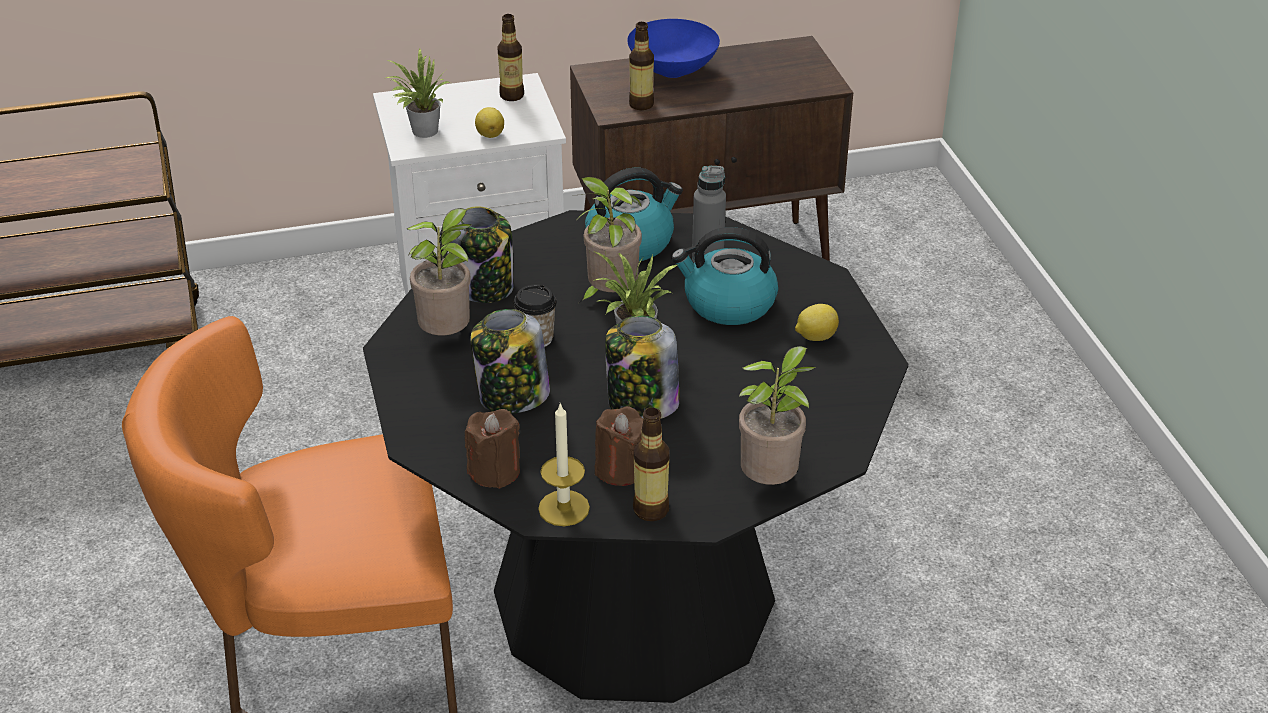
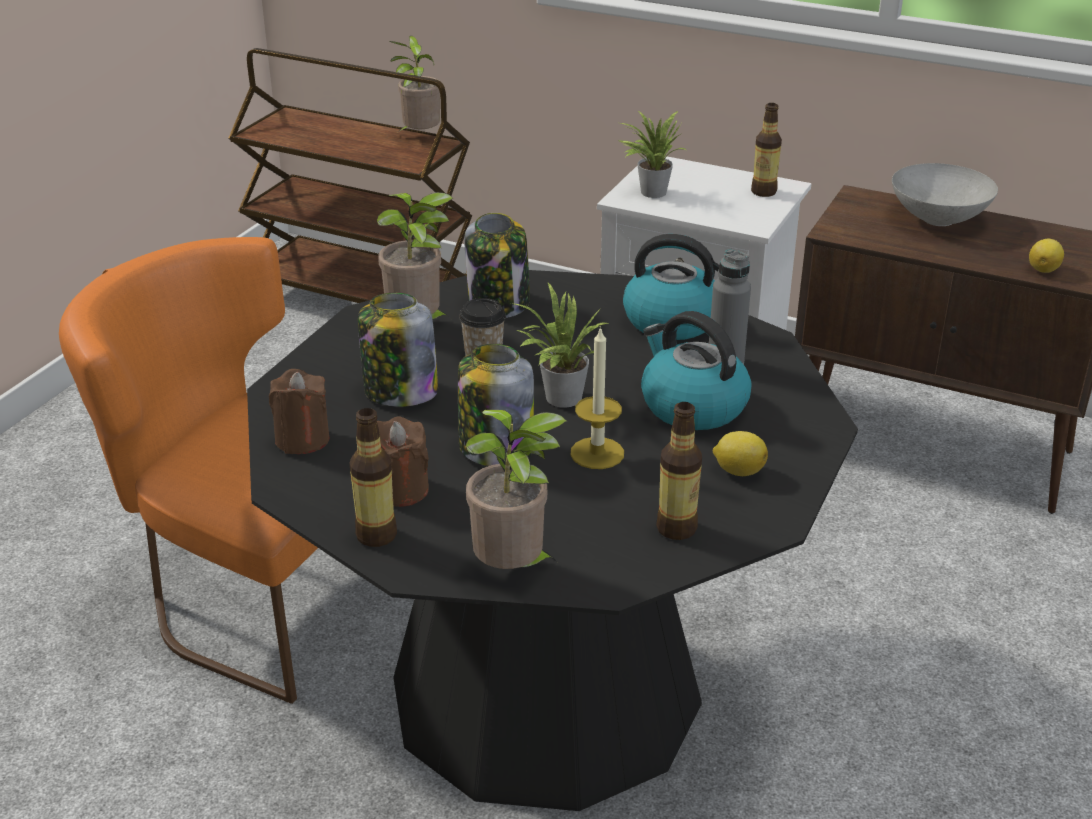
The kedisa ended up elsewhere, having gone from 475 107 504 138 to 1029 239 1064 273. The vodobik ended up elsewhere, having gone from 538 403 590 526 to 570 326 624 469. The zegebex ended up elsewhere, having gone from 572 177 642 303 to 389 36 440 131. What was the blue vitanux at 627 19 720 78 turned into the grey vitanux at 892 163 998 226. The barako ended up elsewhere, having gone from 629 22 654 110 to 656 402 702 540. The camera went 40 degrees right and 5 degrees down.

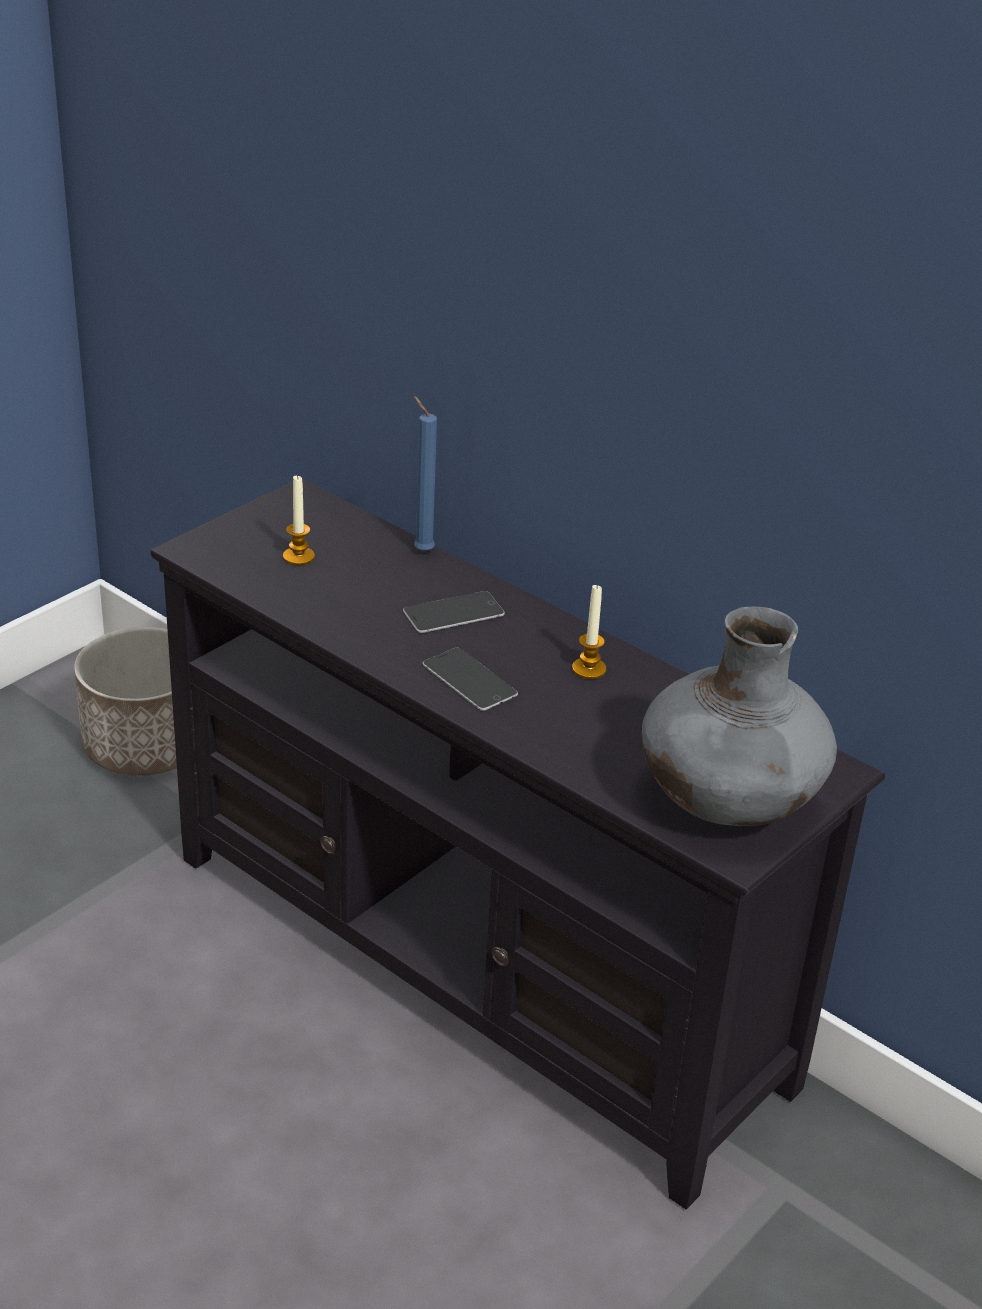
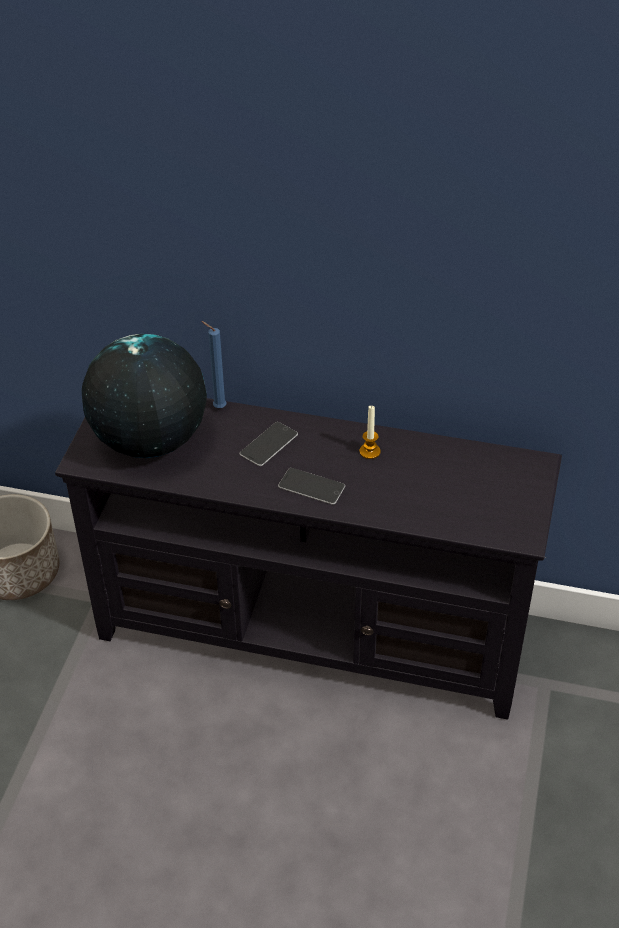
Where the vodobik stood at 283 475 315 565, the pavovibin came to stand at 82 334 207 458. The second view lost the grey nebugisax at 642 606 837 826. The camera went 25 degrees left and 10 degrees up.

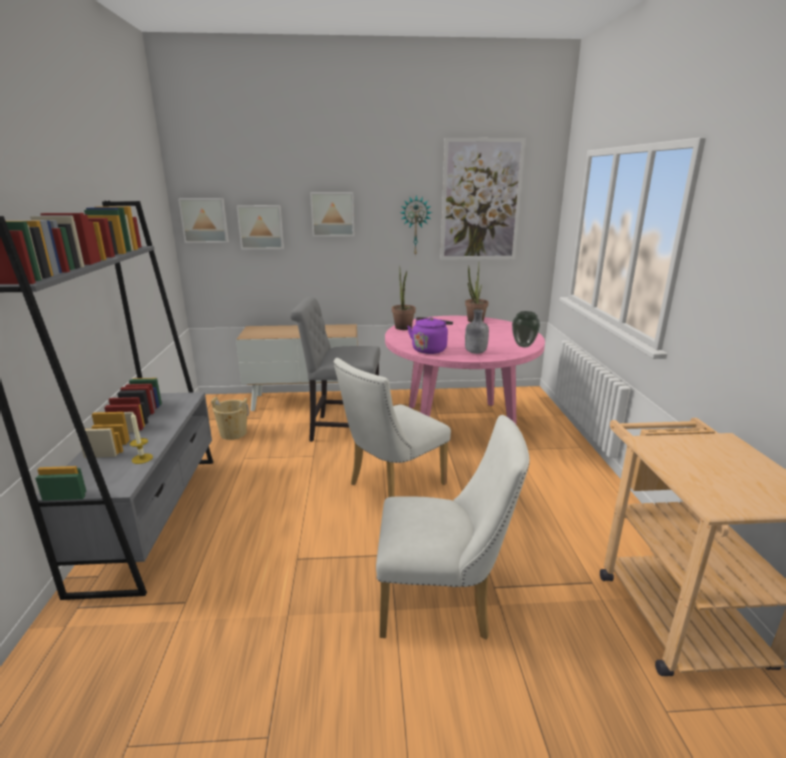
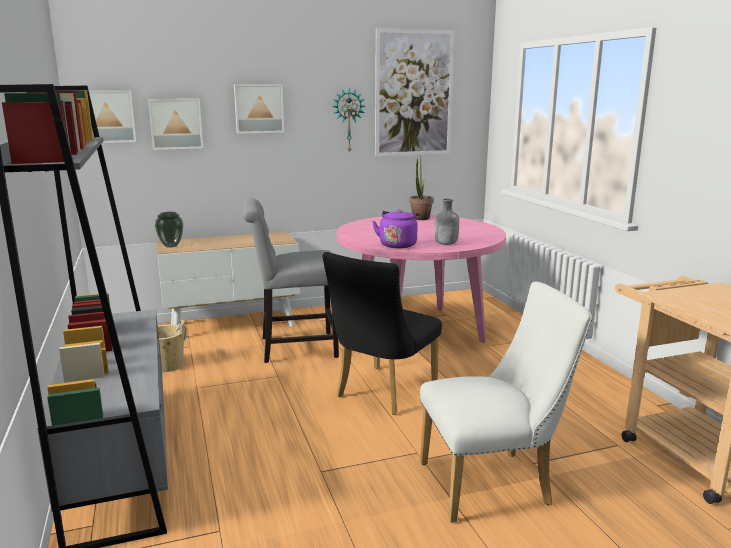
The second view lost the vodobik at 130 411 153 464. What was the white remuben at 333 358 451 497 turned into the black remuben at 323 252 442 415. The second view lost the zegebex at 392 266 416 330. The nebugisax ended up elsewhere, having gone from 512 311 540 347 to 155 212 183 248. The camera went 15 degrees left and 5 degrees down.

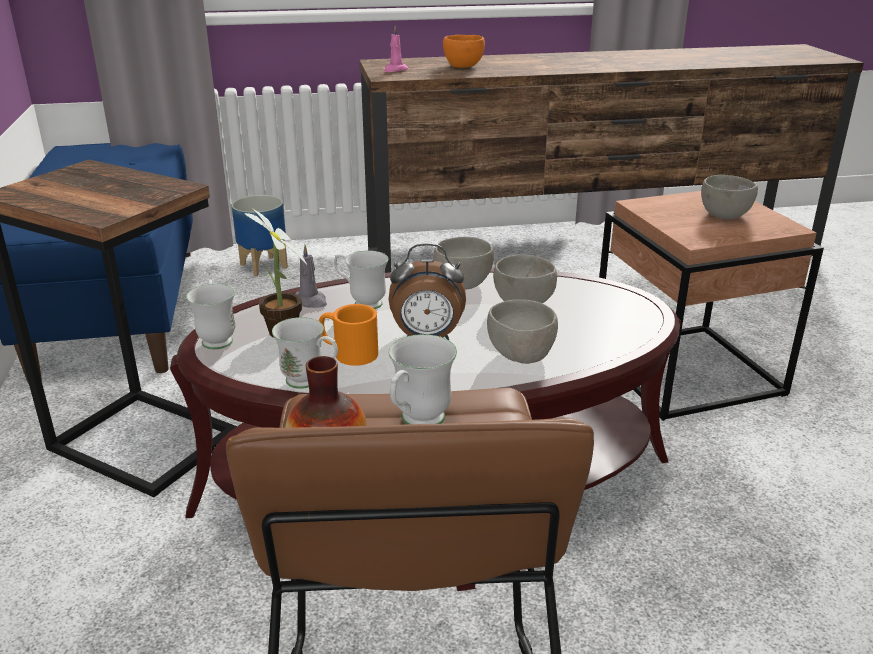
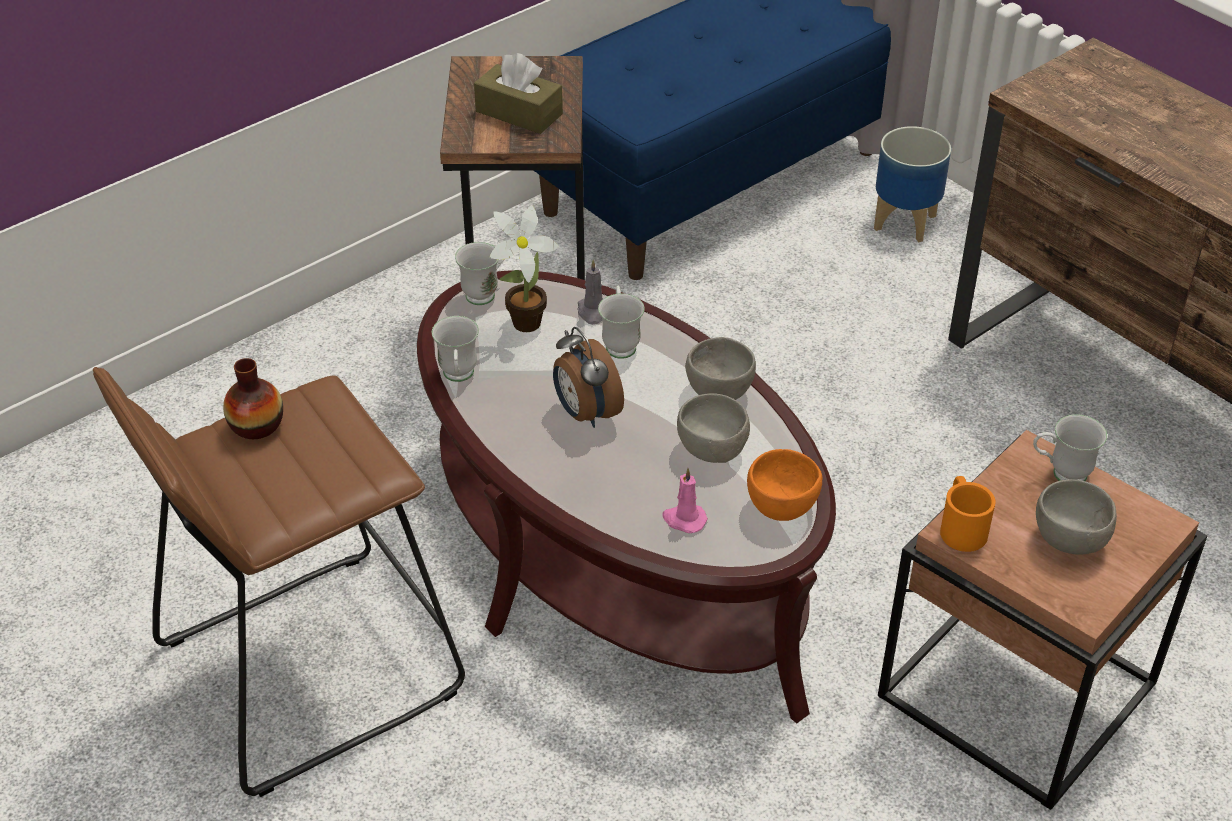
The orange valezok ended up elsewhere, having gone from 319 304 378 366 to 940 476 996 552. The pink vodobik ended up elsewhere, having gone from 384 26 408 72 to 663 468 708 533. The white valezok ended up elsewhere, having gone from 389 334 457 424 to 1033 414 1107 481. The orange vitanux ended up elsewhere, having gone from 443 35 485 68 to 747 449 822 521. The second view lost the grey vitanux at 487 299 558 364. The second view gained the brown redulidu at 474 53 563 134. The camera went 60 degrees right and 15 degrees up.

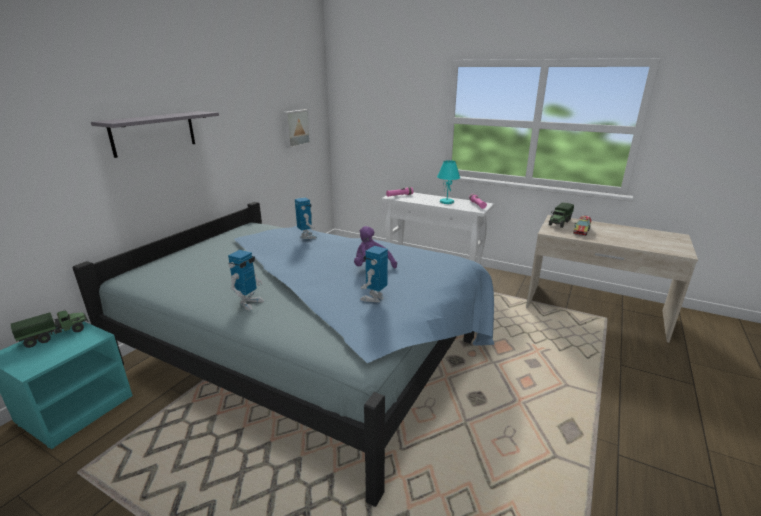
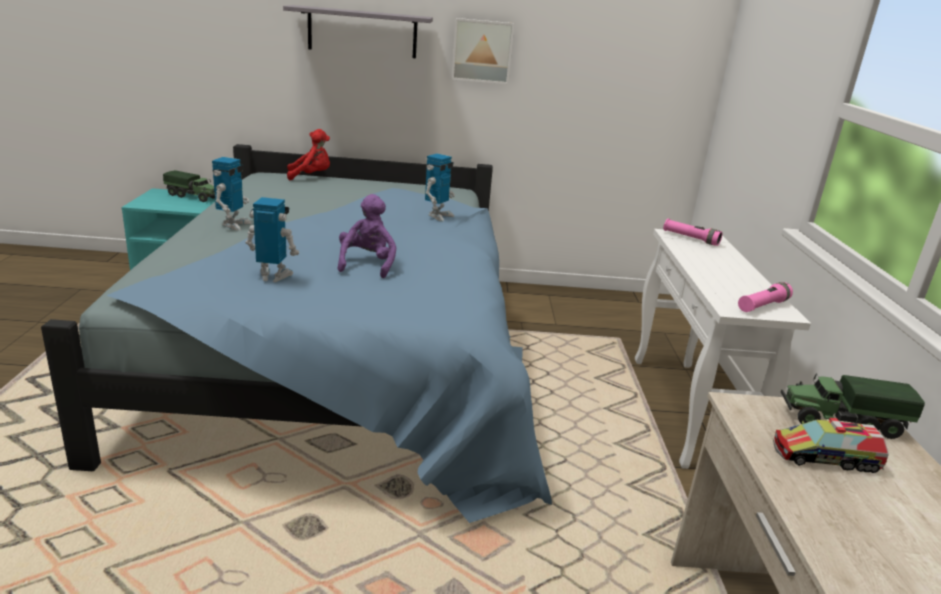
The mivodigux at 228 250 265 311 ended up facing another way, 75 degrees counterclockwise from before. The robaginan ended up elsewhere, having gone from 283 109 311 148 to 451 18 515 84. The second view lost the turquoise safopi at 437 160 460 204. The second view gained the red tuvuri at 287 129 330 180. The camera went 60 degrees right and 0 degrees up.

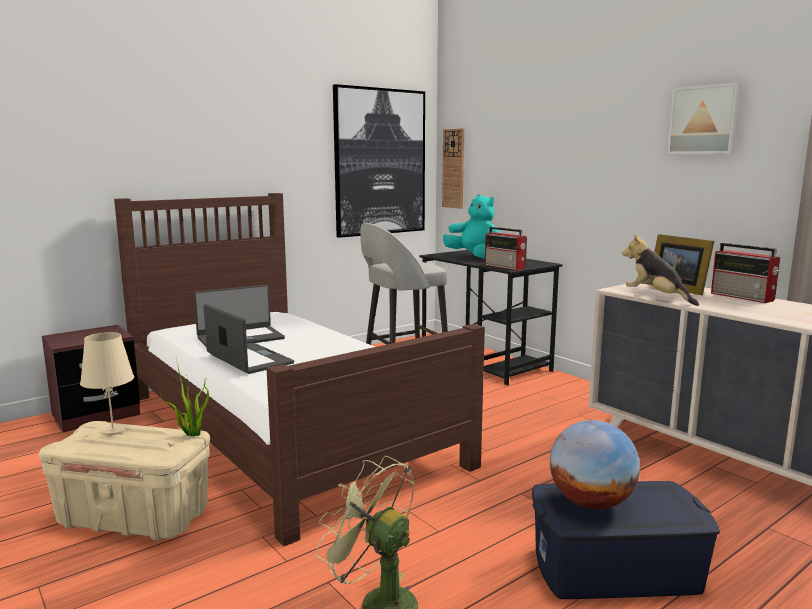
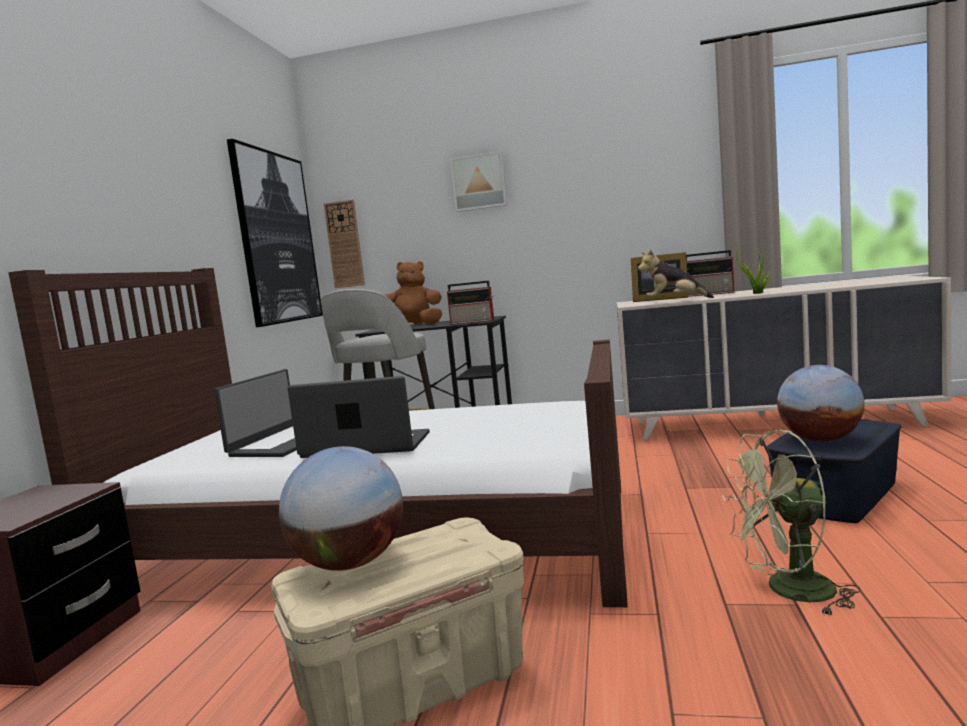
Where the beige safopi stood at 80 332 134 435, the pavovibin came to stand at 279 446 403 571. The zegebex ended up elsewhere, having gone from 160 359 209 437 to 735 244 770 294. What was the turquoise tuvuri at 443 194 499 259 turned into the brown tuvuri at 384 261 442 324. The robaginan ended up elsewhere, having gone from 667 82 742 154 to 450 151 507 212. The camera went 40 degrees left and 5 degrees down.

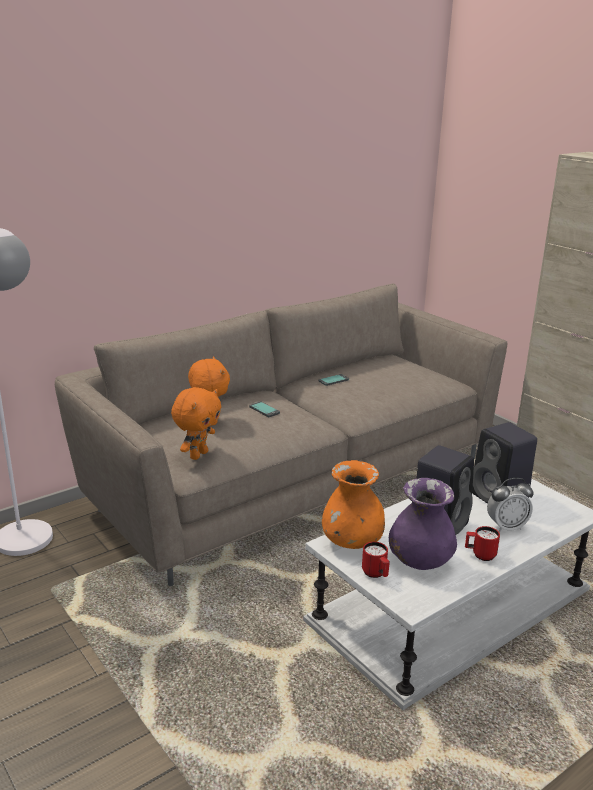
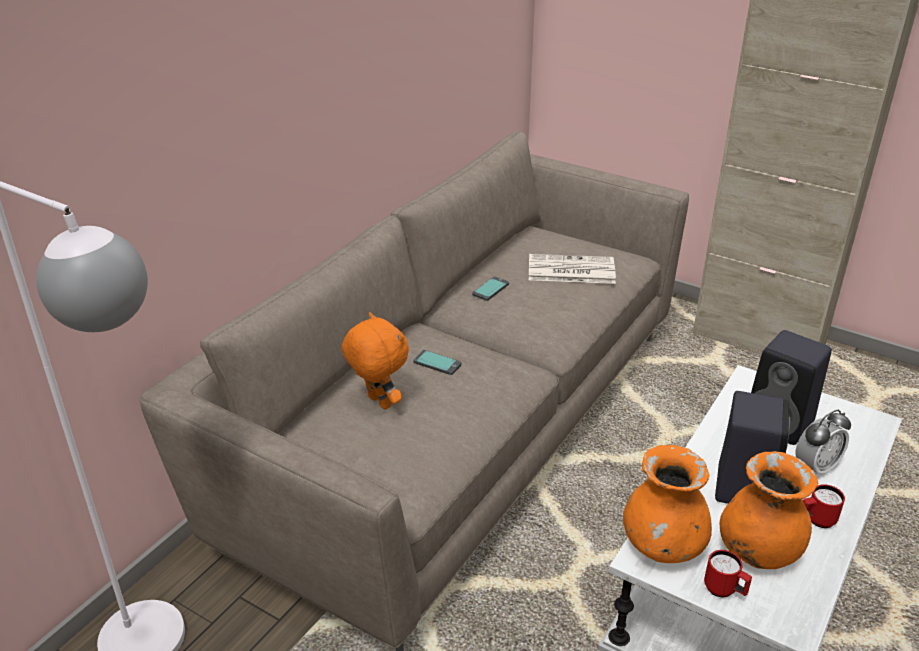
The second view lost the orange tuvuri at 171 387 221 460. What was the purple nebugisax at 389 478 457 570 turned into the orange nebugisax at 720 451 818 569. The second view gained the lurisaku at 529 254 616 284. The camera went 20 degrees left and 10 degrees up.

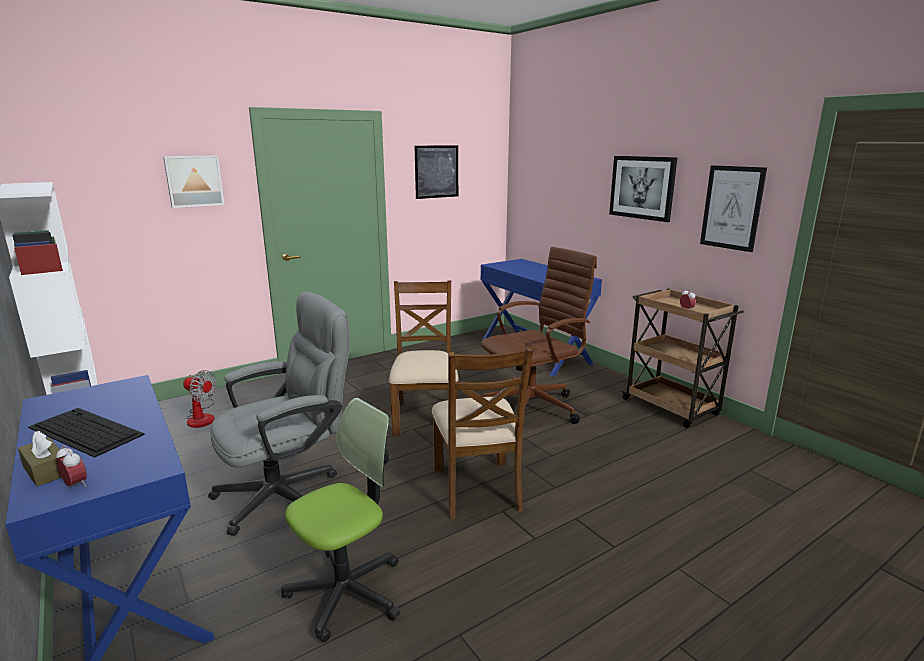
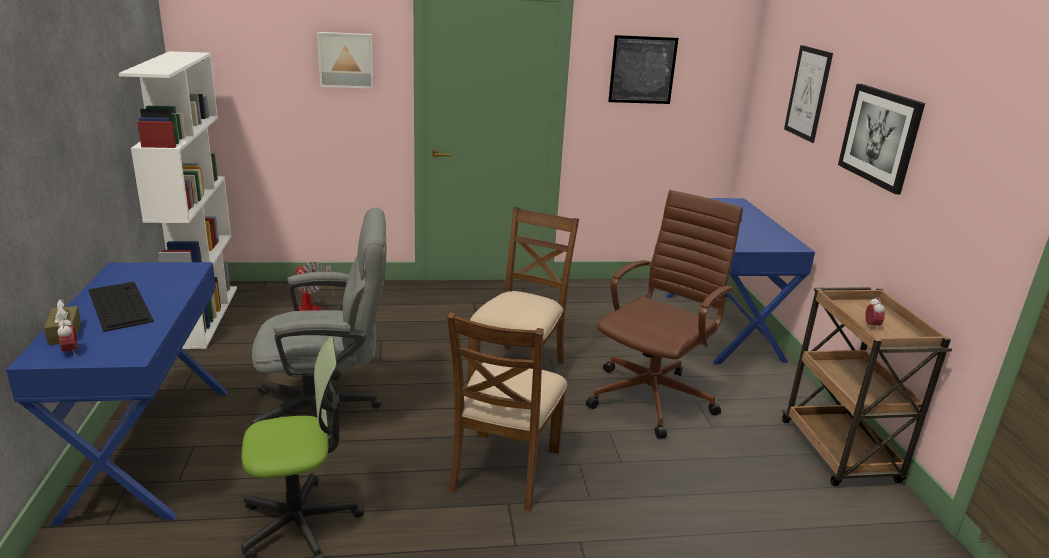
The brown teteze at 481 247 597 424 ended up facing another way, 45 degrees counterclockwise from before. The robaginan ended up elsewhere, having gone from 700 165 767 252 to 784 45 833 143. The camera went 25 degrees right and 5 degrees up.

